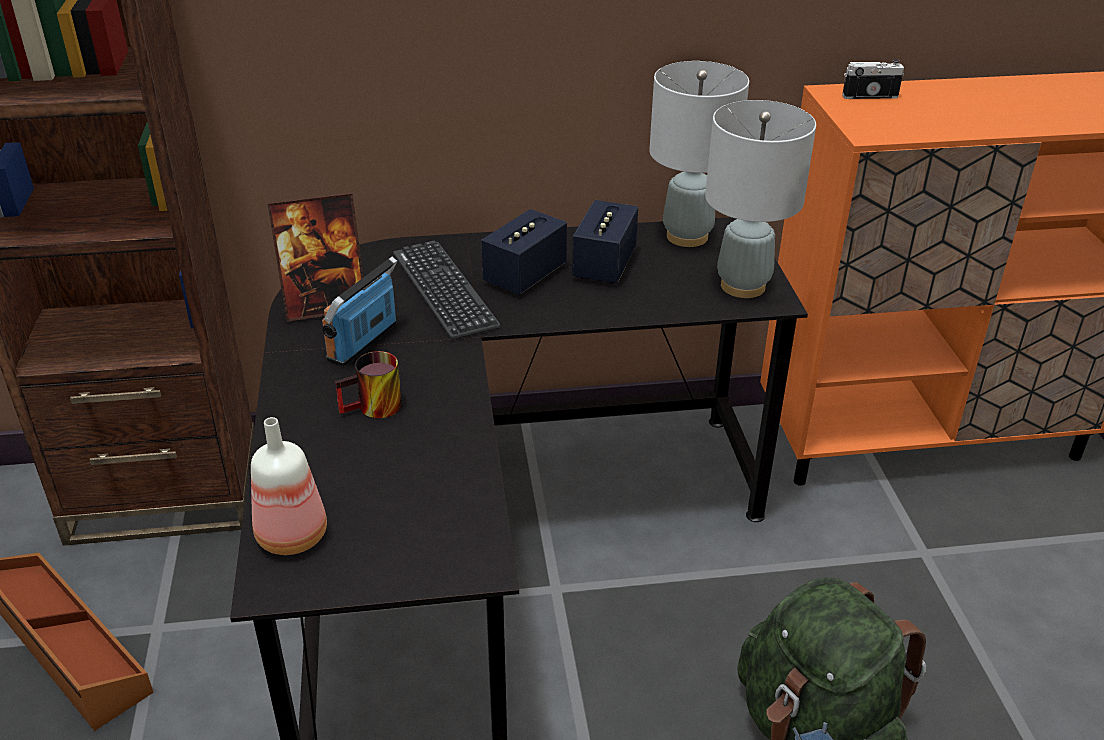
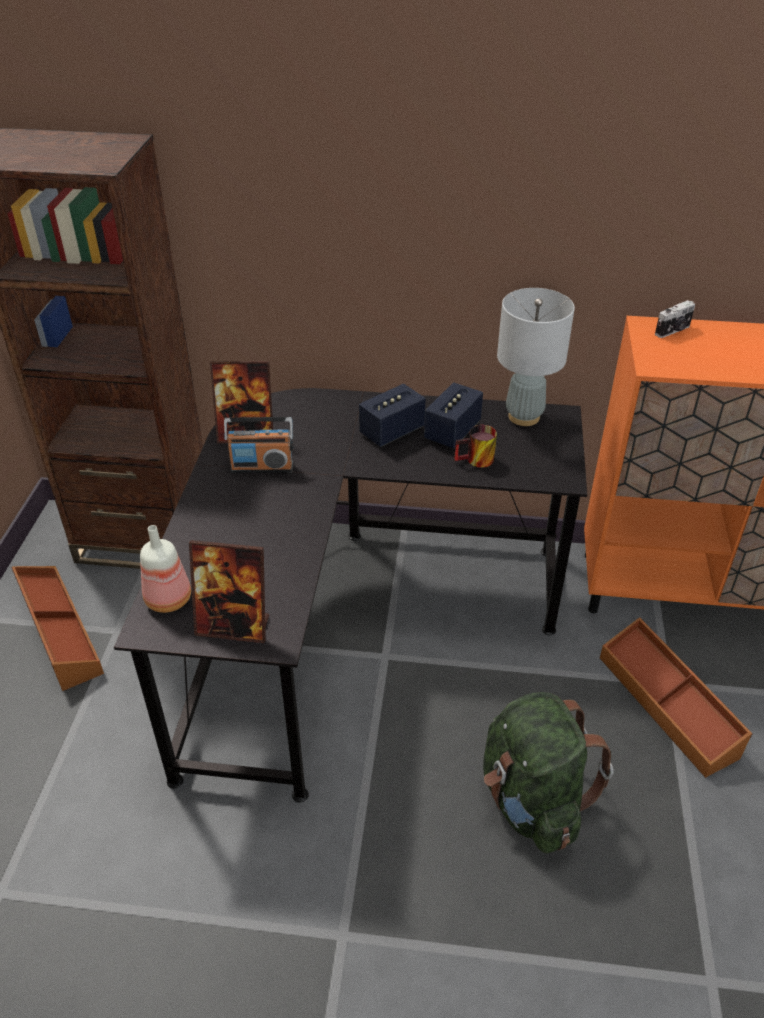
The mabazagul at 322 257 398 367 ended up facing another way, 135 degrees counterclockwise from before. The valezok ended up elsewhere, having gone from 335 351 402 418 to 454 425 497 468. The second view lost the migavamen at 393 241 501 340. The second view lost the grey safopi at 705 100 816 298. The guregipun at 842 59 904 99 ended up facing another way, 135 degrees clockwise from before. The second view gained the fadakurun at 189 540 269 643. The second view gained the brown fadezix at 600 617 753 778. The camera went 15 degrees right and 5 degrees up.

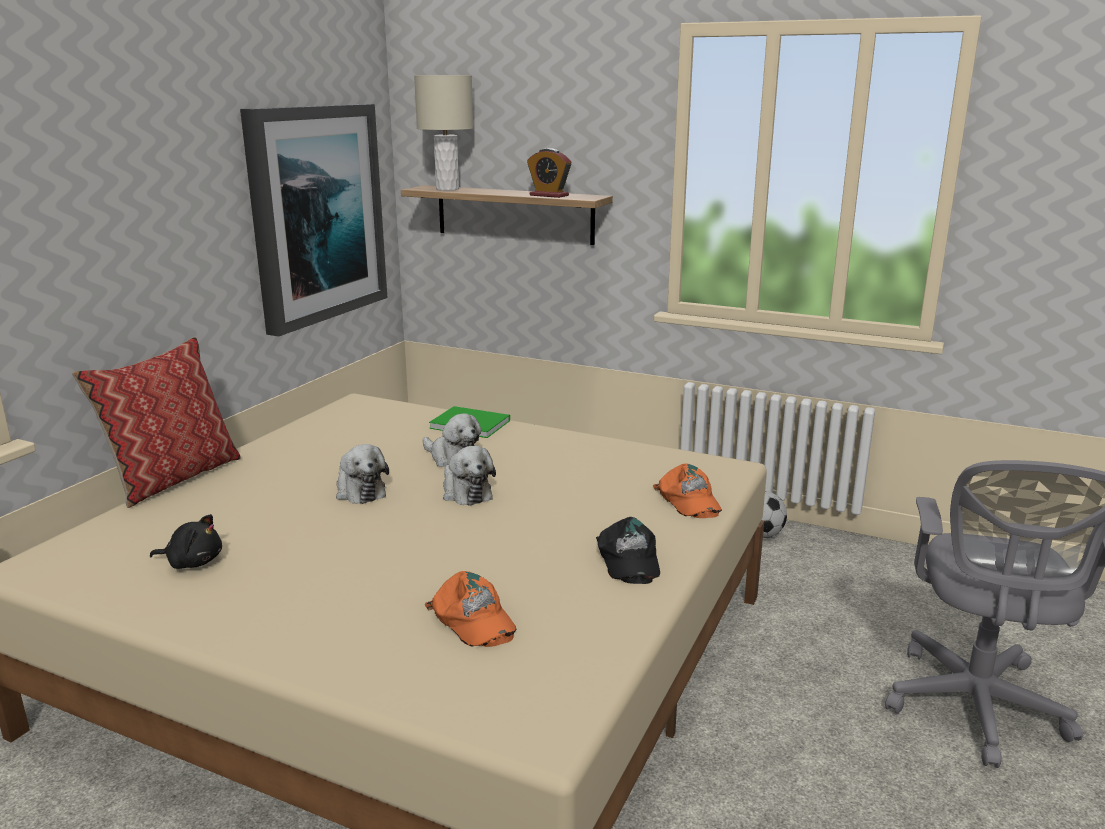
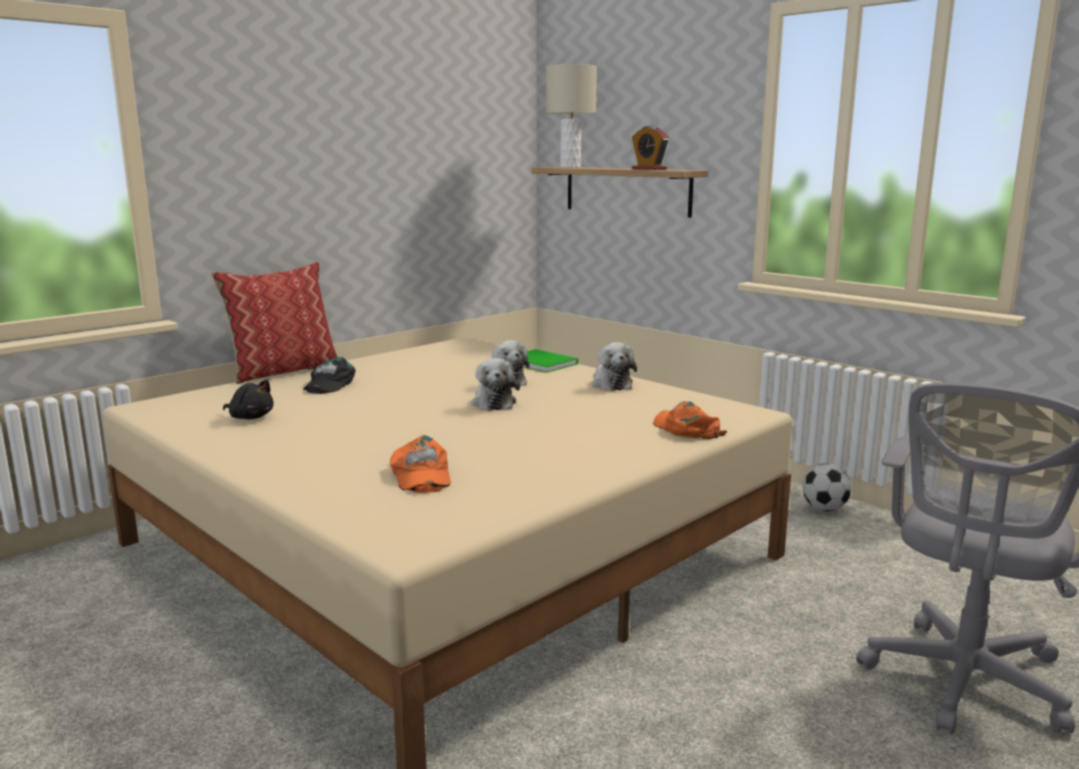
The second view lost the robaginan at 240 104 387 336. The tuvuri ended up elsewhere, having gone from 336 444 389 504 to 592 342 637 391. The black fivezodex ended up elsewhere, having gone from 596 517 660 584 to 303 357 356 394. The orange fivezodex at 653 463 722 518 ended up facing another way, 150 degrees clockwise from before. The camera went 20 degrees right and 5 degrees down.

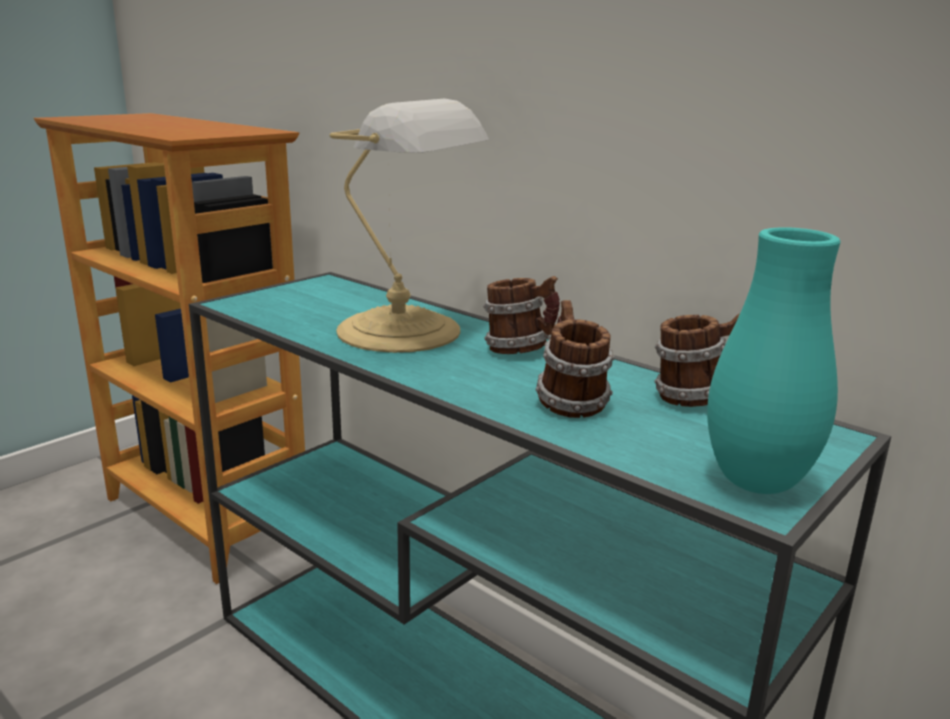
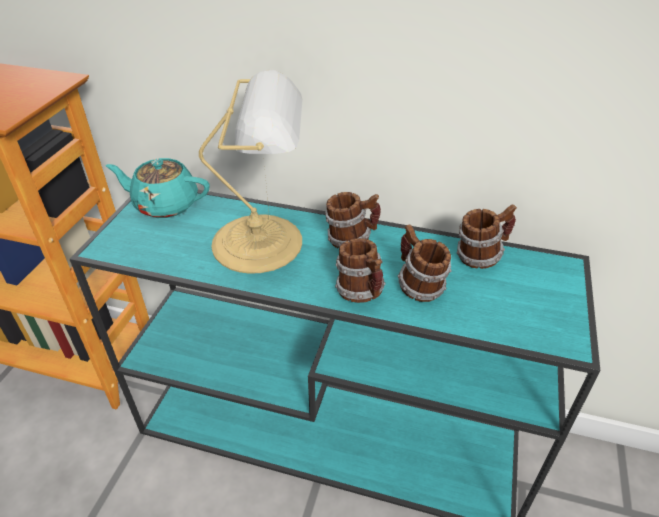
The second view lost the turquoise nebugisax at 707 227 841 494. The second view gained the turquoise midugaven at 106 158 210 218. The second view gained the valezok at 335 238 386 303. The camera went 25 degrees left and 20 degrees up.

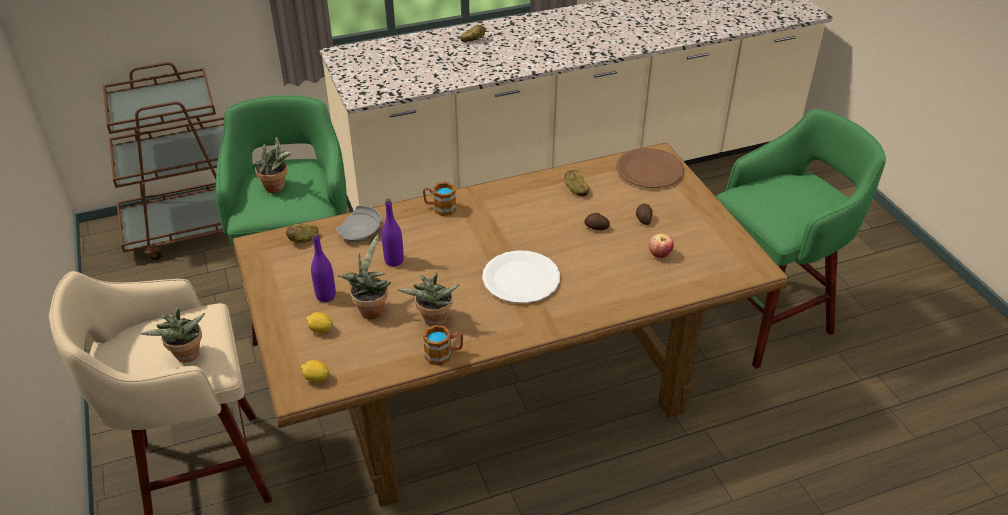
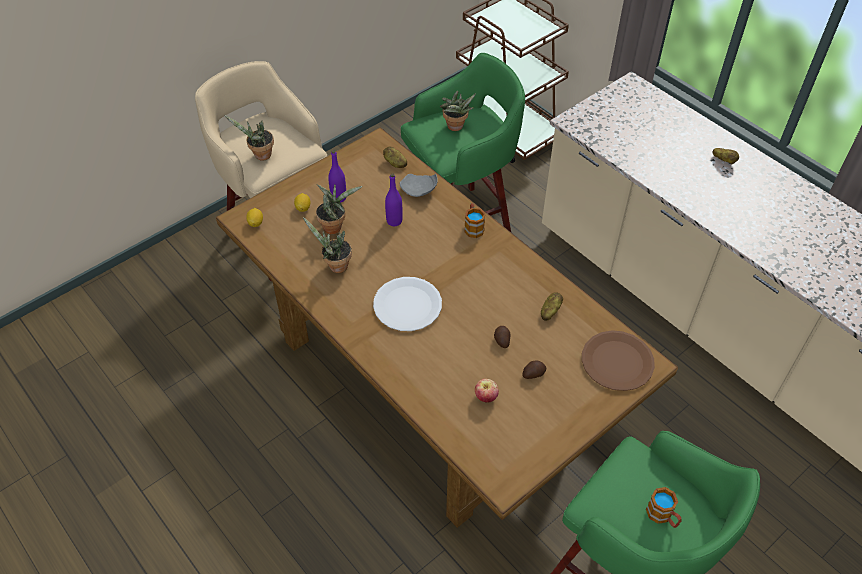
The valezok ended up elsewhere, having gone from 423 325 463 366 to 646 487 682 528. The camera went 70 degrees right and 10 degrees up.

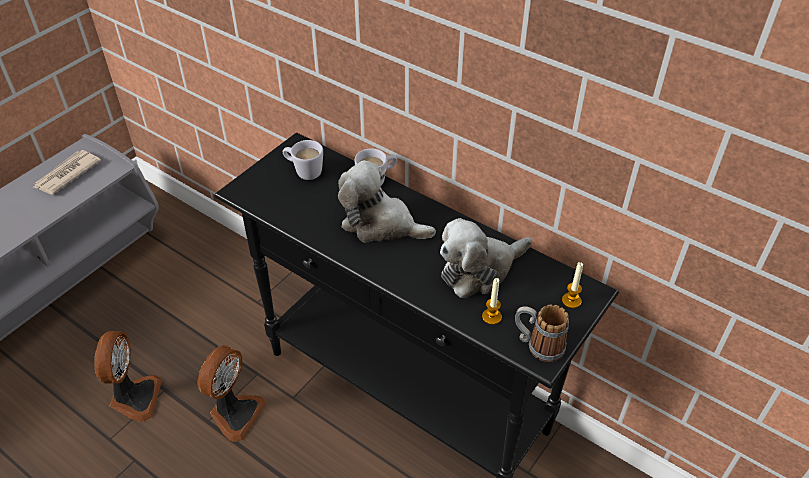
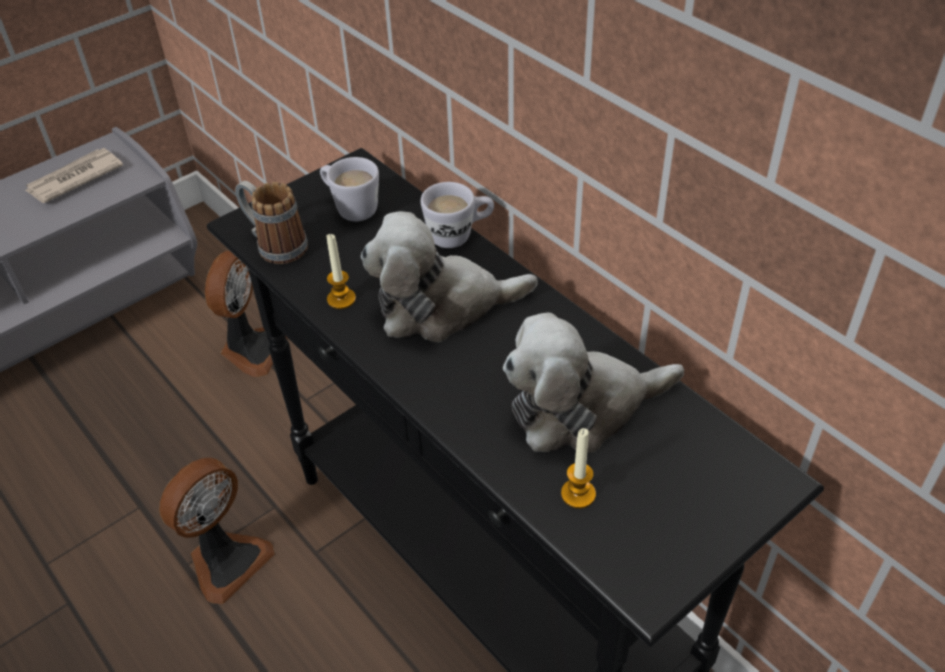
The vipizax ended up elsewhere, having gone from 94 331 162 422 to 205 251 287 377. The tuvuri at 338 160 436 242 ended up facing another way, 45 degrees counterclockwise from before. The valezok ended up elsewhere, having gone from 515 305 569 362 to 235 181 308 264. The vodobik ended up elsewhere, having gone from 562 262 583 308 to 326 234 356 309. The camera went 15 degrees right and 0 degrees up.

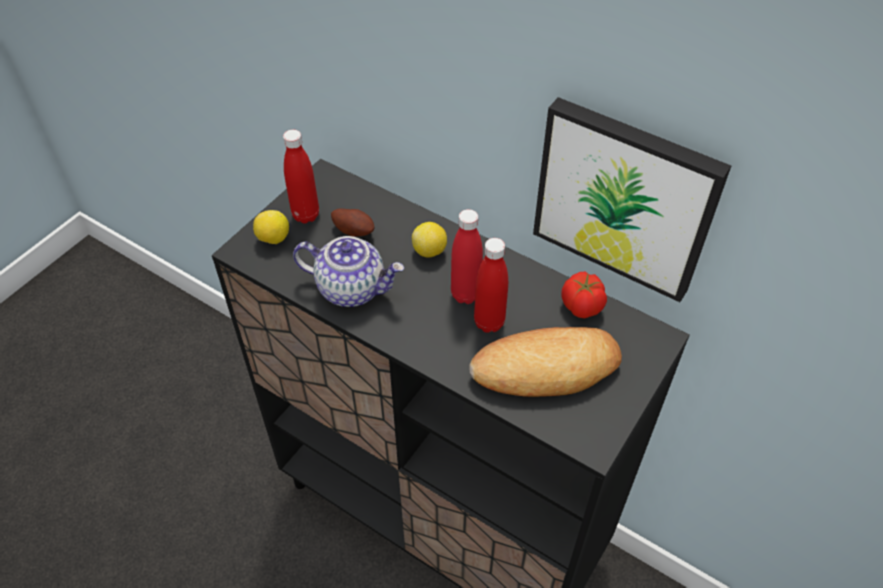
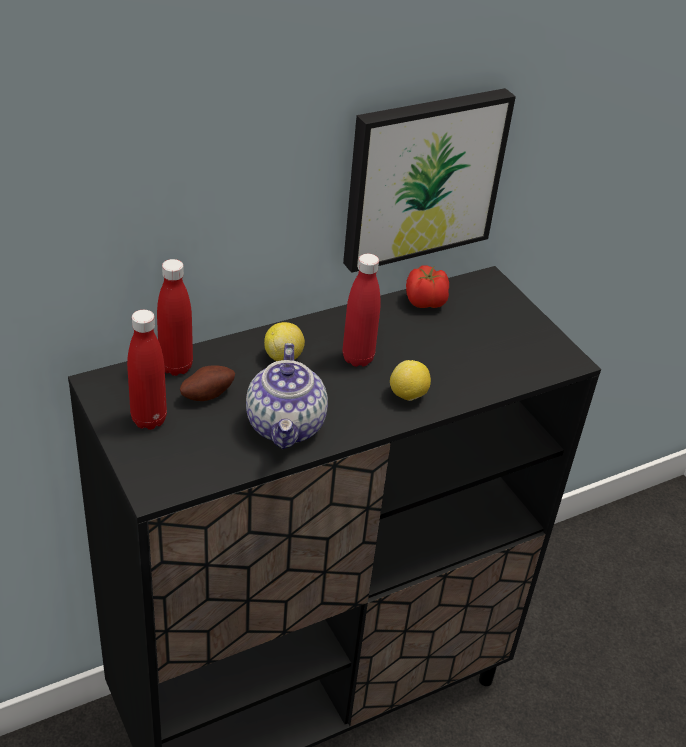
The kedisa ended up elsewhere, having gone from 253 210 289 244 to 390 360 431 401. The midugaven at 293 236 404 307 ended up facing another way, 135 degrees clockwise from before. The second view lost the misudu at 469 327 622 397. The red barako ended up elsewhere, having gone from 474 238 508 333 to 157 259 193 376. The camera went 65 degrees left and 10 degrees down.

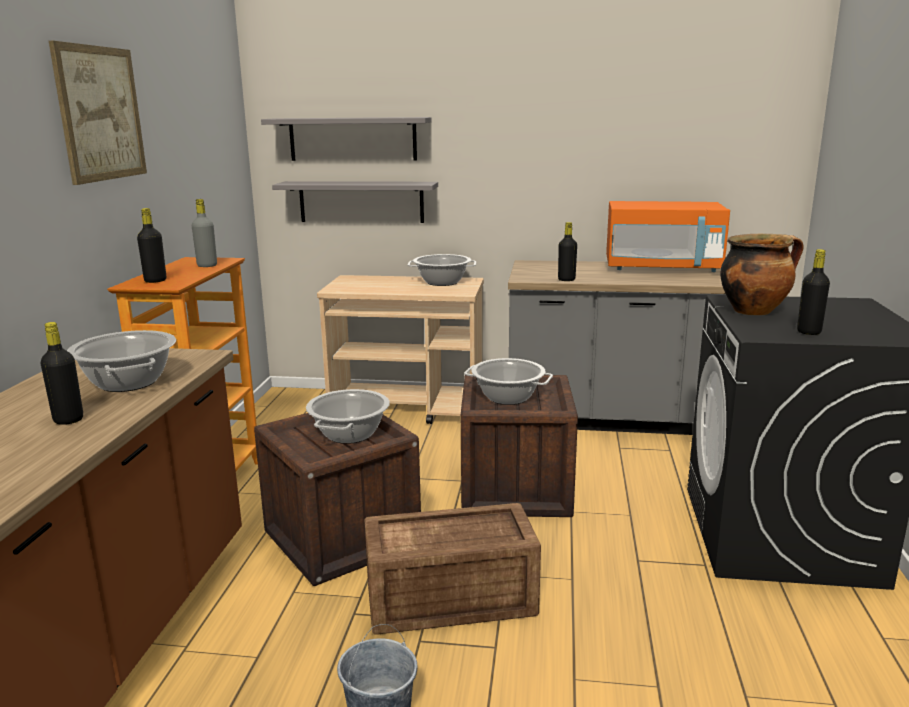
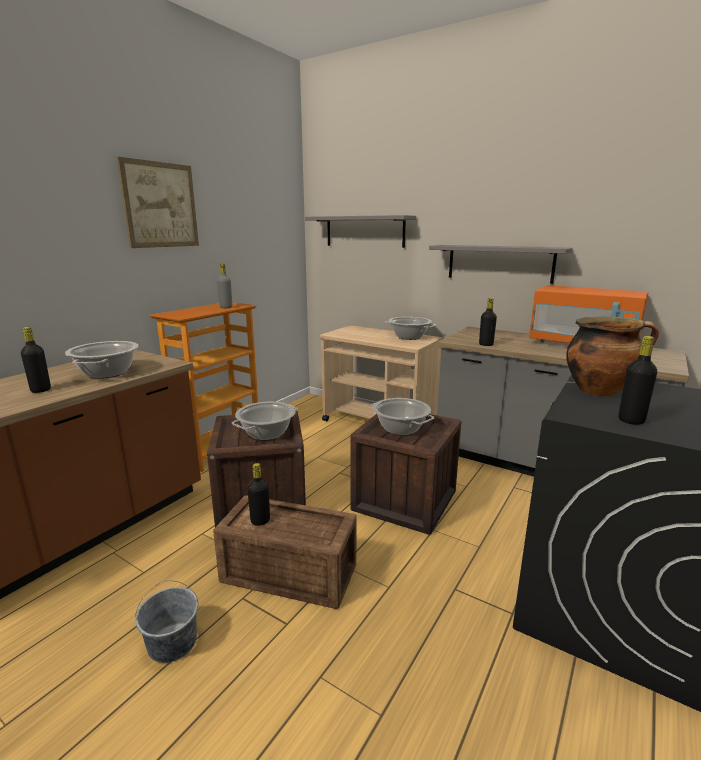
The black barako ended up elsewhere, having gone from 137 208 166 283 to 247 463 270 526. The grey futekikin ended up elsewhere, having gone from 272 181 438 223 to 429 245 573 284. The camera went 25 degrees right and 0 degrees up.

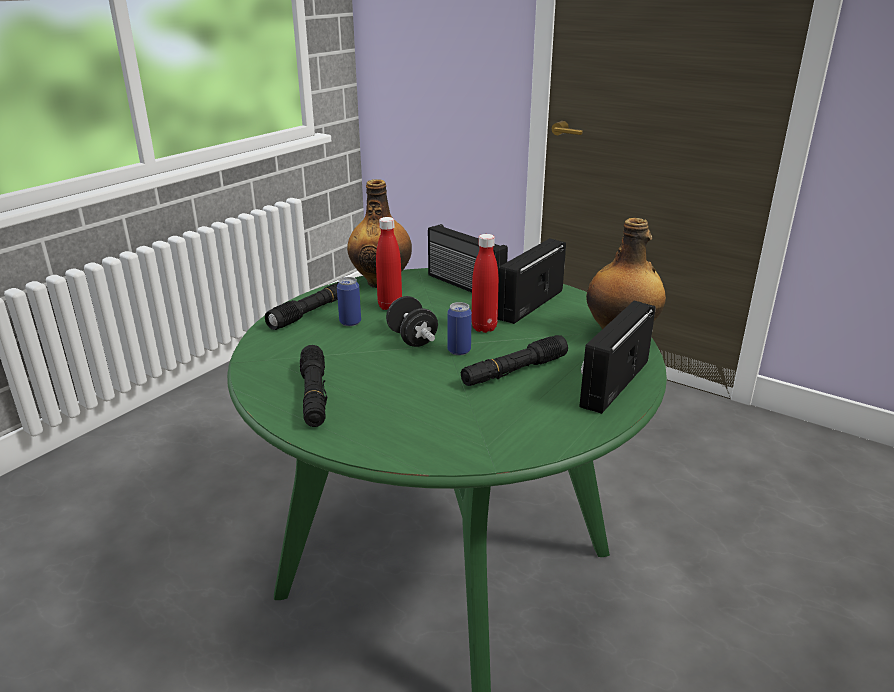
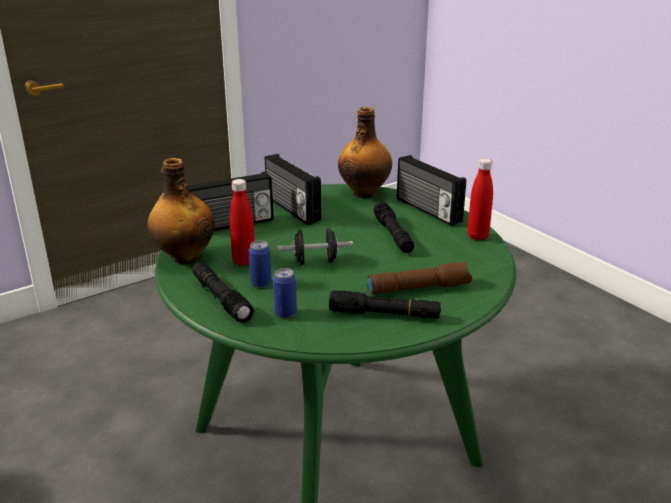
The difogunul ended up elsewhere, having gone from 447 302 472 355 to 273 268 297 318. The red barako ended up elsewhere, having gone from 472 234 499 333 to 467 159 493 240. The second view gained the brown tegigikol at 367 262 472 294. The camera went 70 degrees left and 0 degrees up.

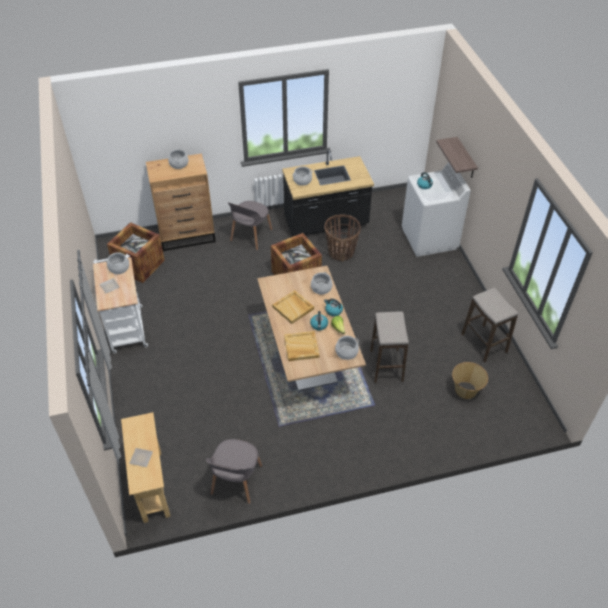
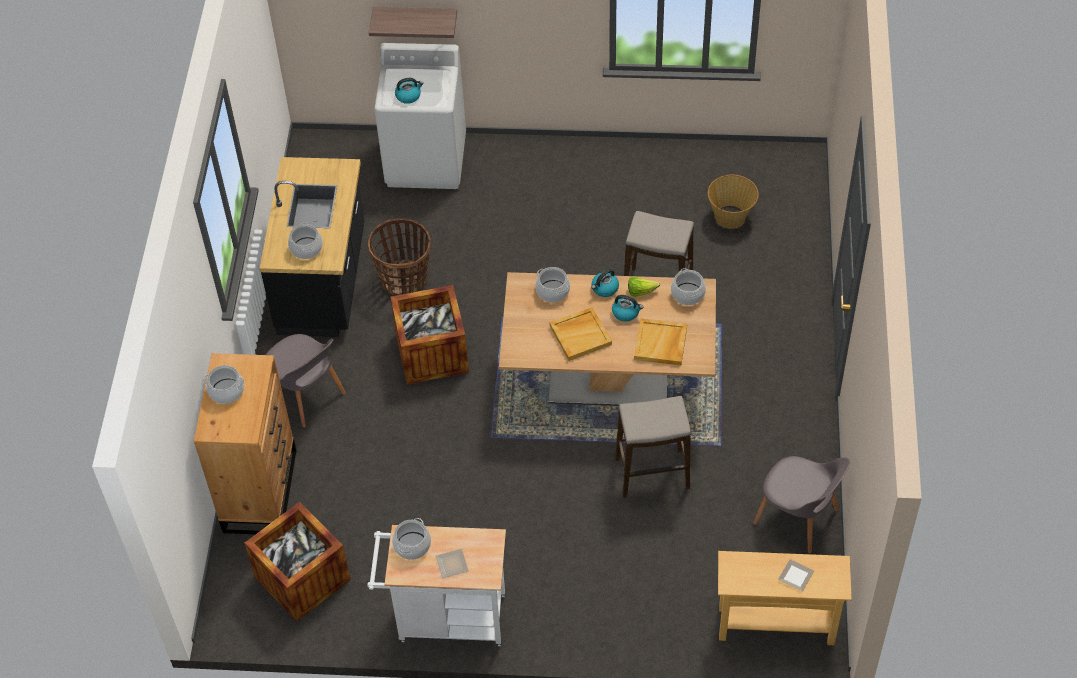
The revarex ended up elsewhere, having gone from 461 288 518 362 to 615 396 691 498. The camera went 70 degrees left and 5 degrees up.

